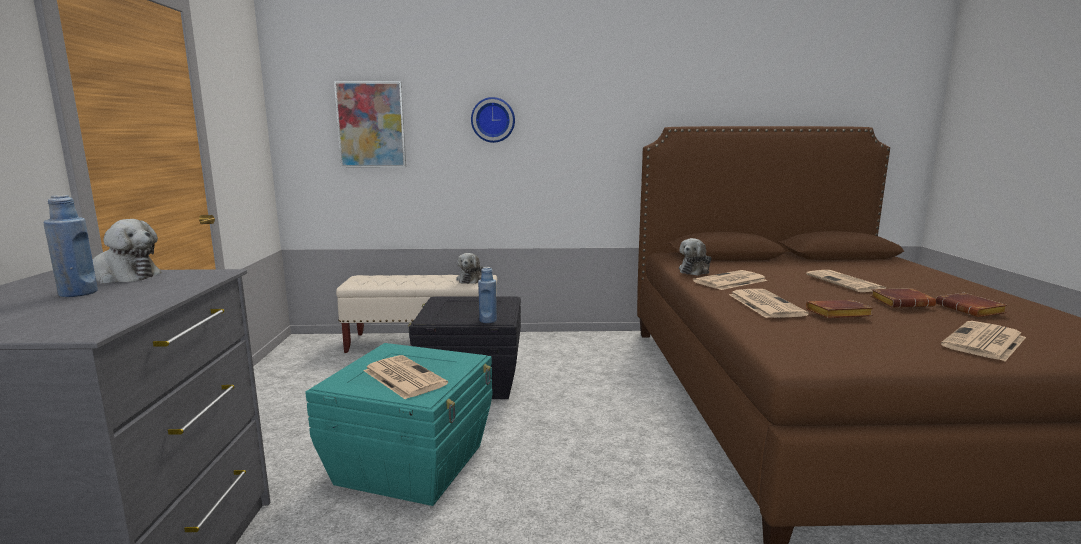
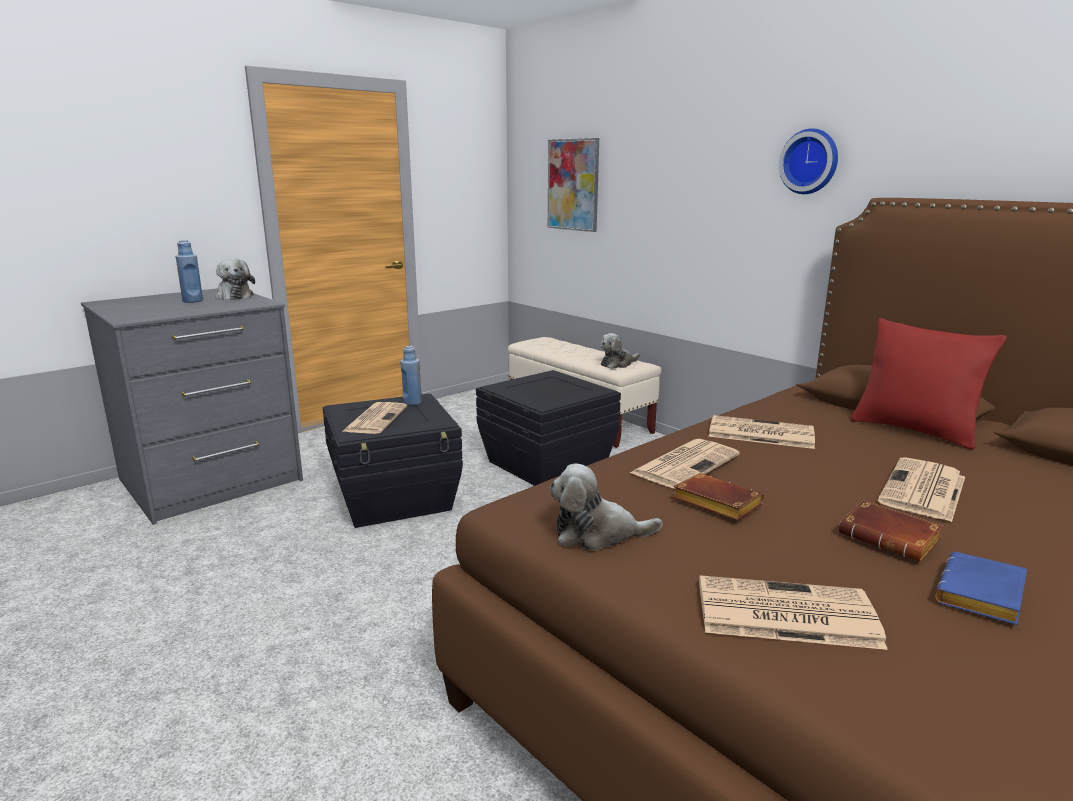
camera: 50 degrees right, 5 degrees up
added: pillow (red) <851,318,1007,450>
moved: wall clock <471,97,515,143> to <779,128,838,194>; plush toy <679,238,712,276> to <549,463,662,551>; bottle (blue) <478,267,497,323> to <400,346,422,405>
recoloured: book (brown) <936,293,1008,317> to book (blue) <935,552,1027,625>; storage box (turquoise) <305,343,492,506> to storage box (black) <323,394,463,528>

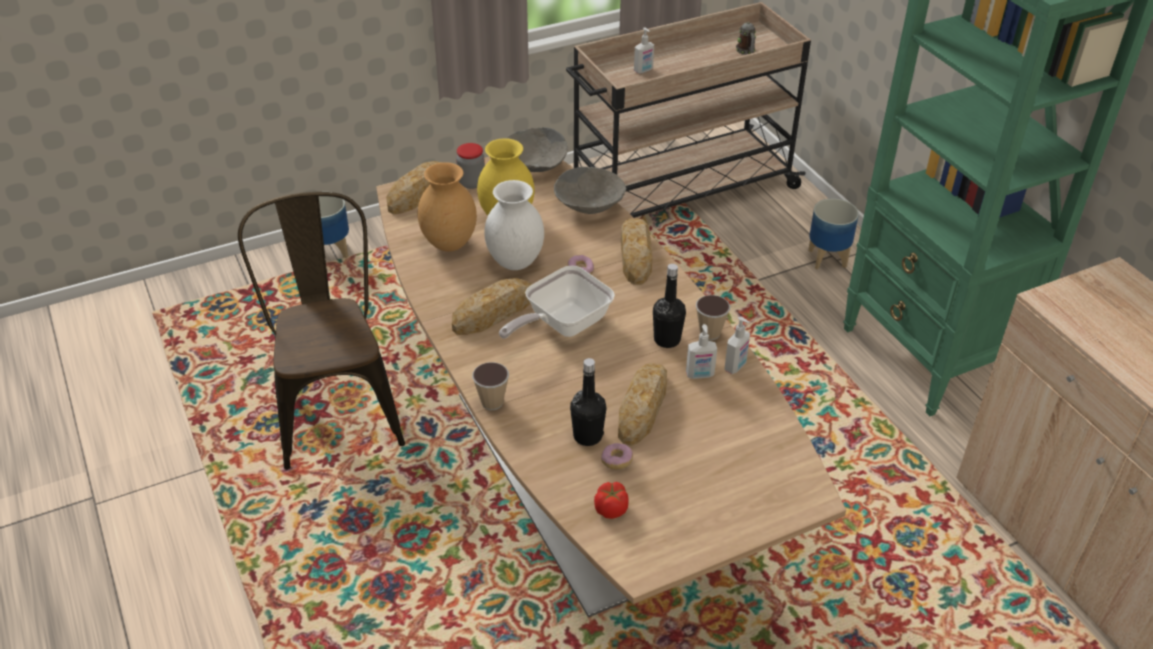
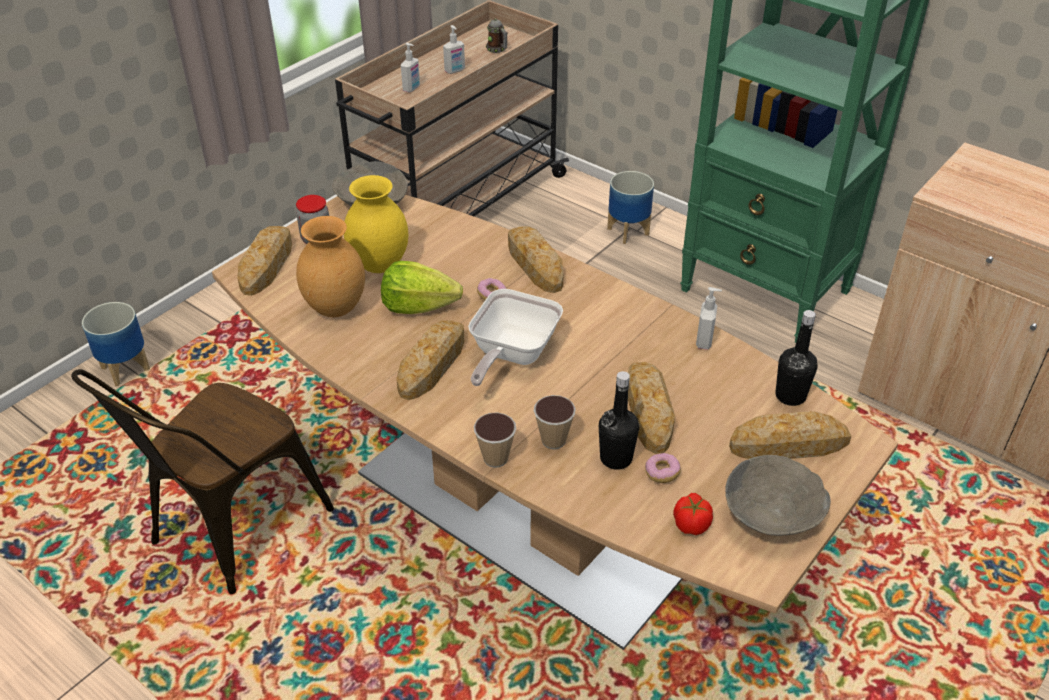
camera: 25 degrees left, 0 degrees up
added: bread <729,411,852,459>
moved: bowl (grey) <554,167,626,214> to <725,455,831,536>; bottle (black) <653,264,686,348> to <776,310,817,406>; cup <696,295,730,340> to <534,395,576,449>; soap dispenser <686,324,717,379> to <443,25,465,74>
replaced: vase (white) <484,180,544,270> to lettuce <381,261,463,314>
turned: chair (brown) <238,192,405,470> = <71,369,334,594> 105 degrees counterclockwise

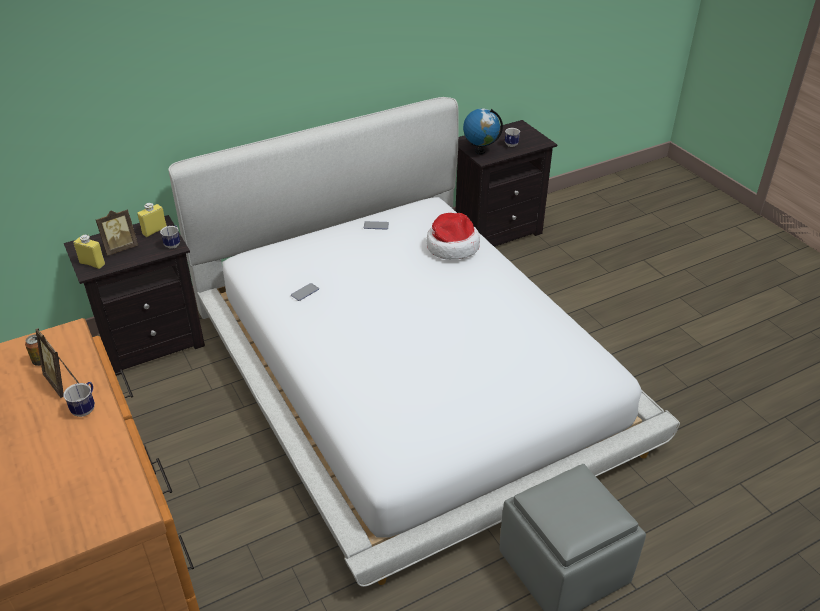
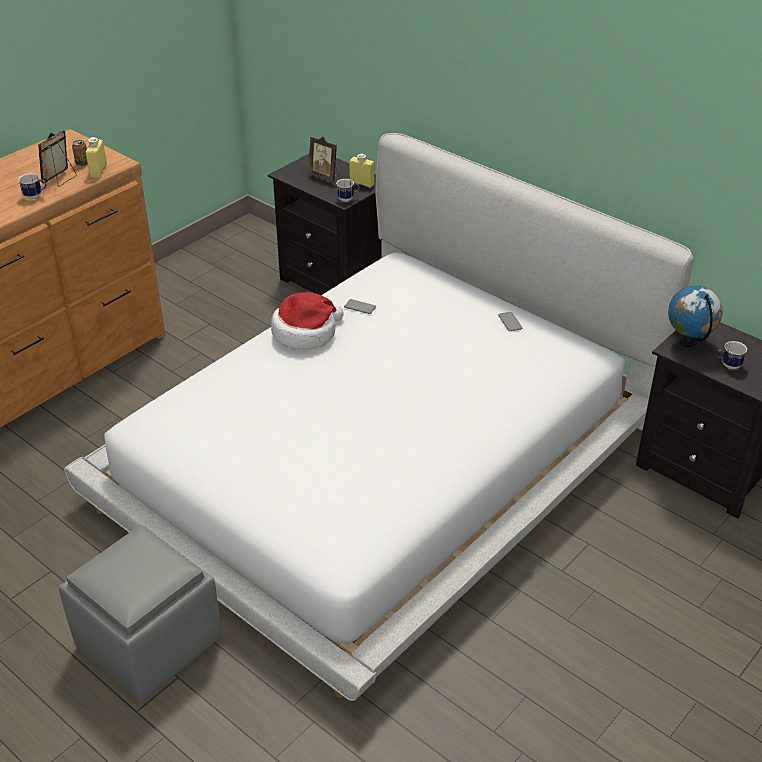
camera: 70 degrees right, 0 degrees up
moved: hat <426,213,480,260> to <271,292,344,350>; bottle (yellow) <73,235,105,269> to <85,137,107,178>

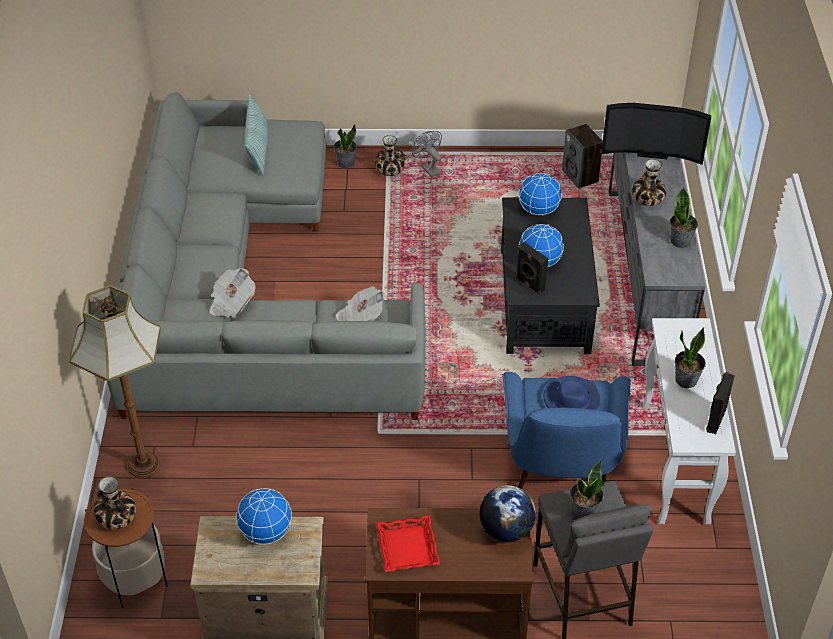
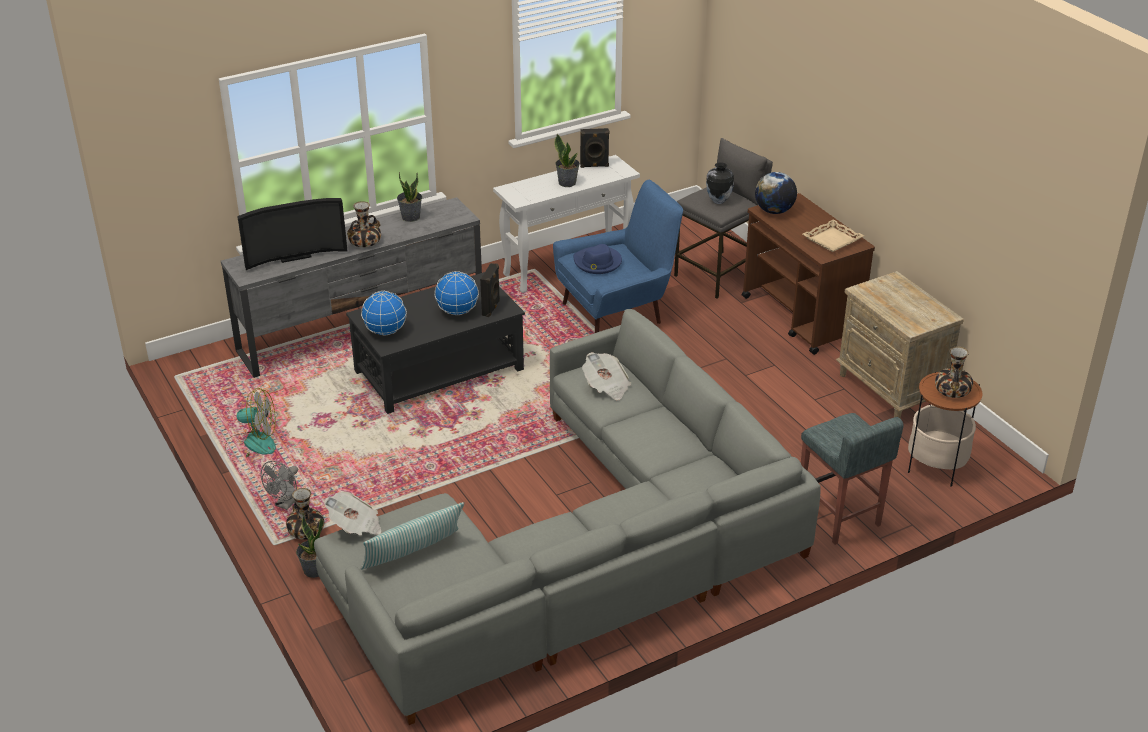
camera: 120 degrees left, 10 degrees down
removed: speaker <562,124,603,189>; globe <236,488,292,545>
added: fan <225,388,276,457>
moved: newspaper <209,268,255,318> to <324,492,381,535>
replaced: floor lamp <69,286,161,478> to stool (grey) <801,413,903,545>; potted plant <570,460,605,519> to vase <706,162,734,204>
recoloured: tray (red) <376,515,440,572> to tray (beige) <803,219,864,252>
turned: television <601,103,711,165> = <237,198,348,270> 90 degrees clockwise

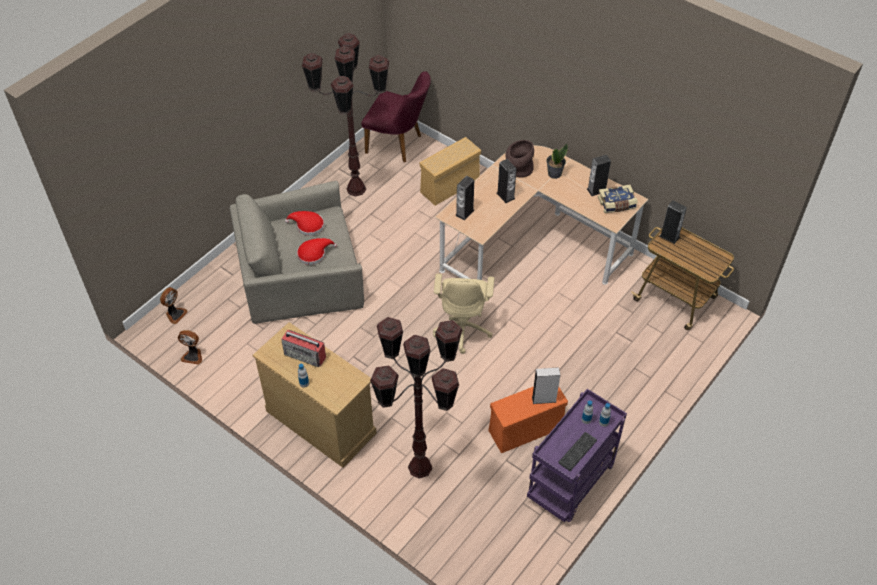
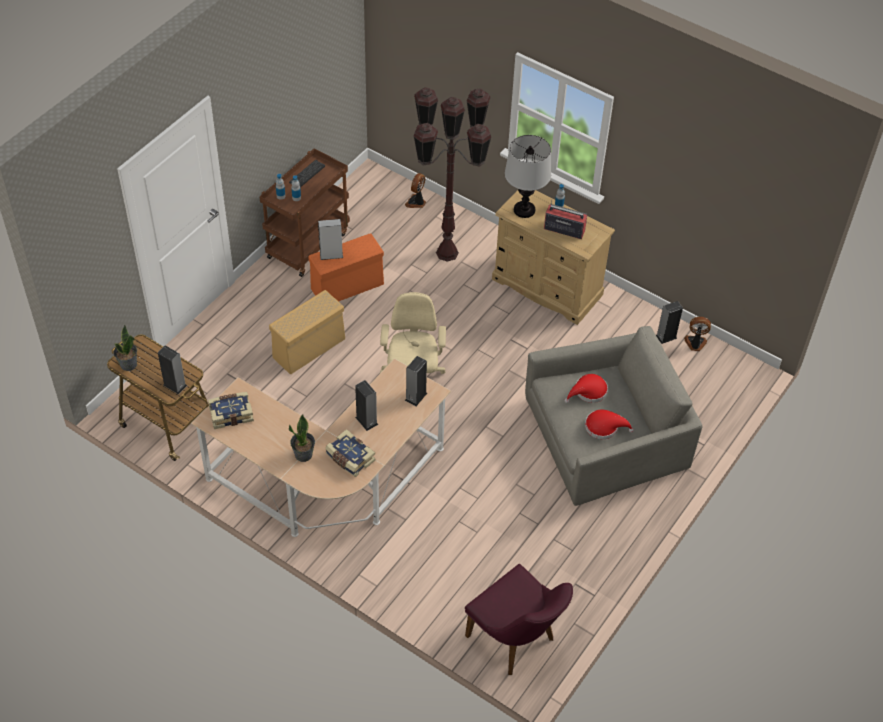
camera: 175 degrees right, 0 degrees up
removed: floor lamp (brown) <302,33,389,197>
added: table lamp <505,135,551,218>; potted plant <113,324,137,371>
moved: storage box (beige) <420,137,481,206> to <269,290,345,374>; speaker <587,155,611,196> to <656,301,683,344>; fan <160,287,188,324> to <405,173,426,208>
replaced: vase (brown) <506,140,534,178> to book <325,429,375,477>
recoloured: cart (purple) <527,389,627,522> to cart (brown) <260,148,350,277>
turned: chair (purple) <361,71,431,162> = <465,564,573,675> 150 degrees counterclockwise

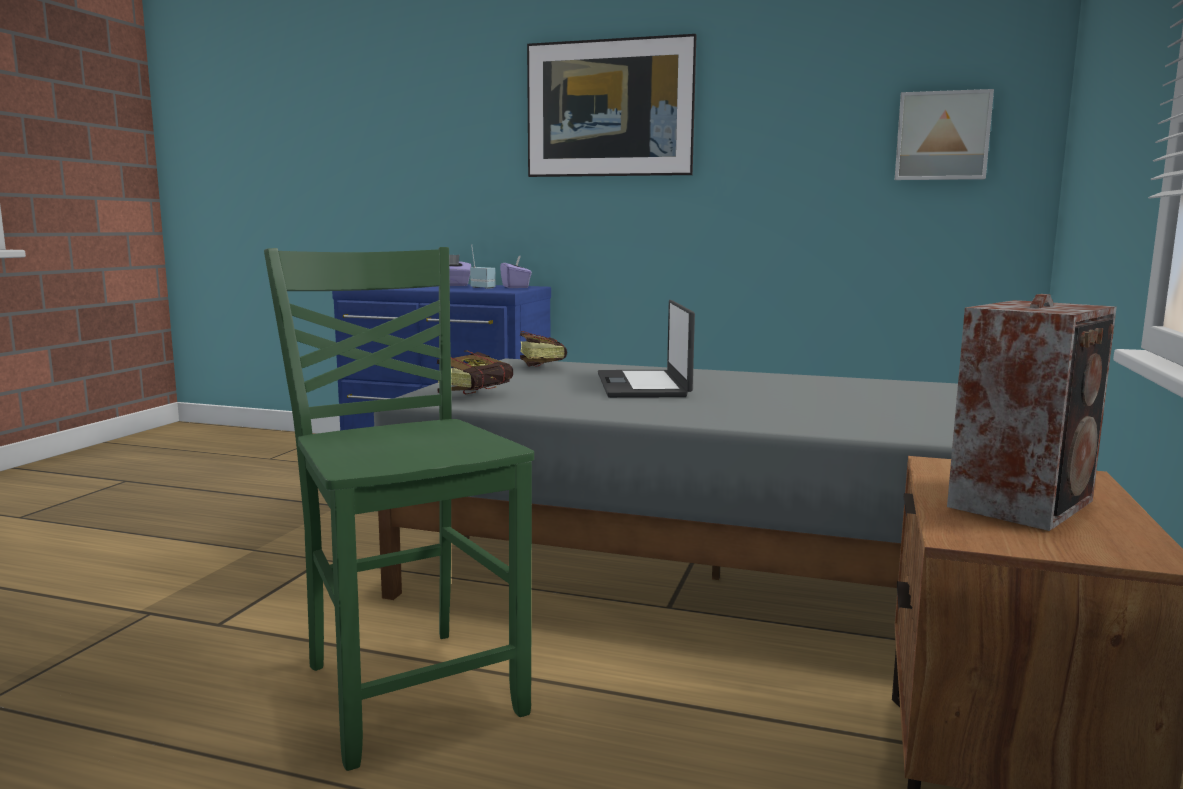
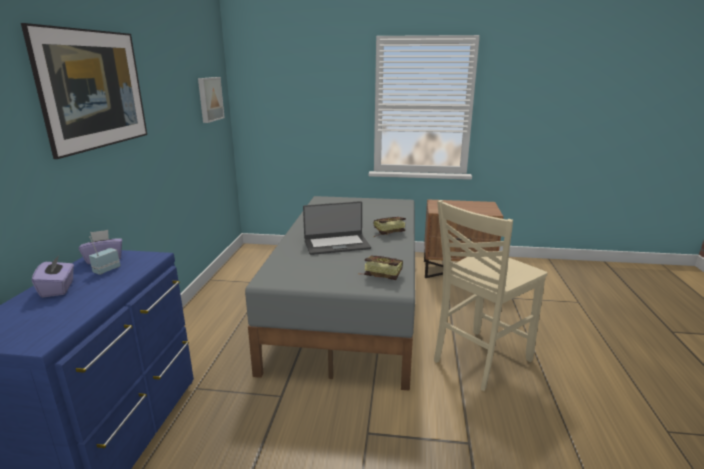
camera: 100 degrees left, 10 degrees up
removed: speaker <947,294,1117,531>
moved: book <520,331,567,367> to <373,217,406,237>
recoloured: chair (green) <264,247,534,771> to chair (beige) <434,200,547,391>

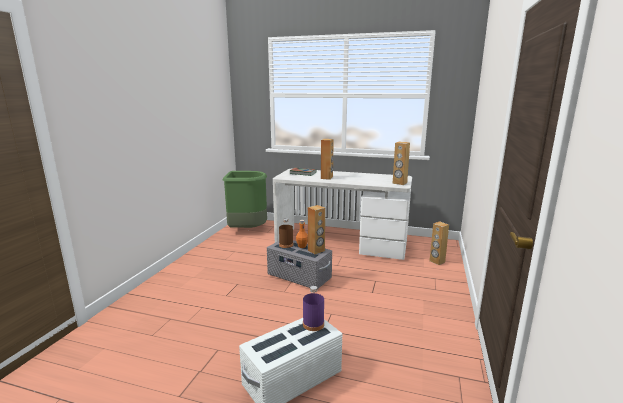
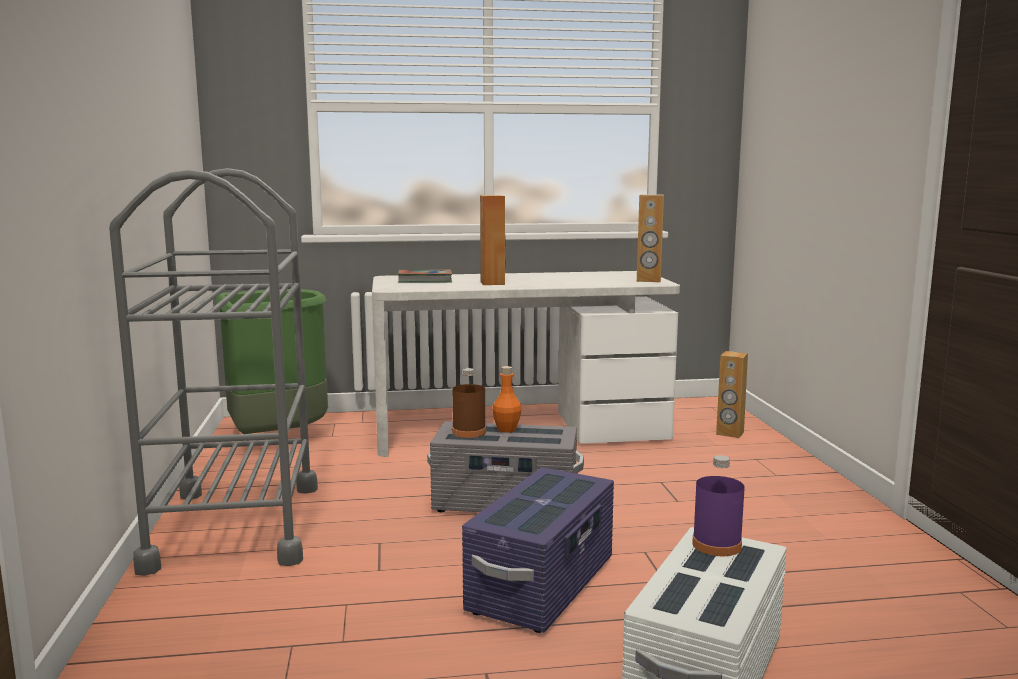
camera: 25 degrees left, 5 degrees down
removed: speaker (brown) <308,205,325,254>
added: cart (grey) <109,168,318,576>; storage box (purple) <462,467,614,633>

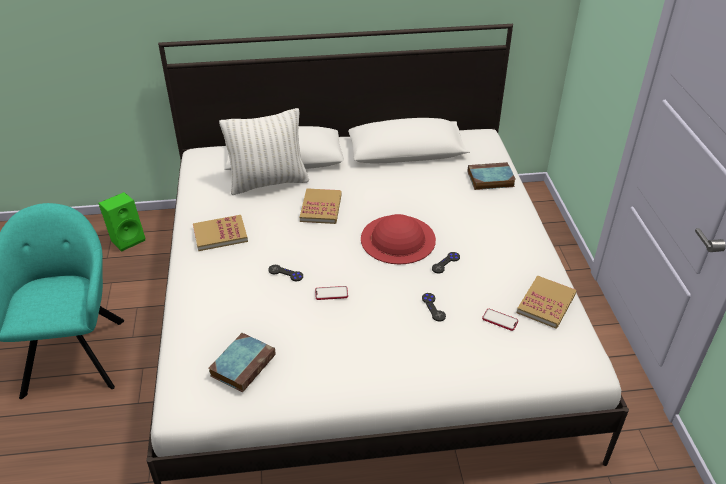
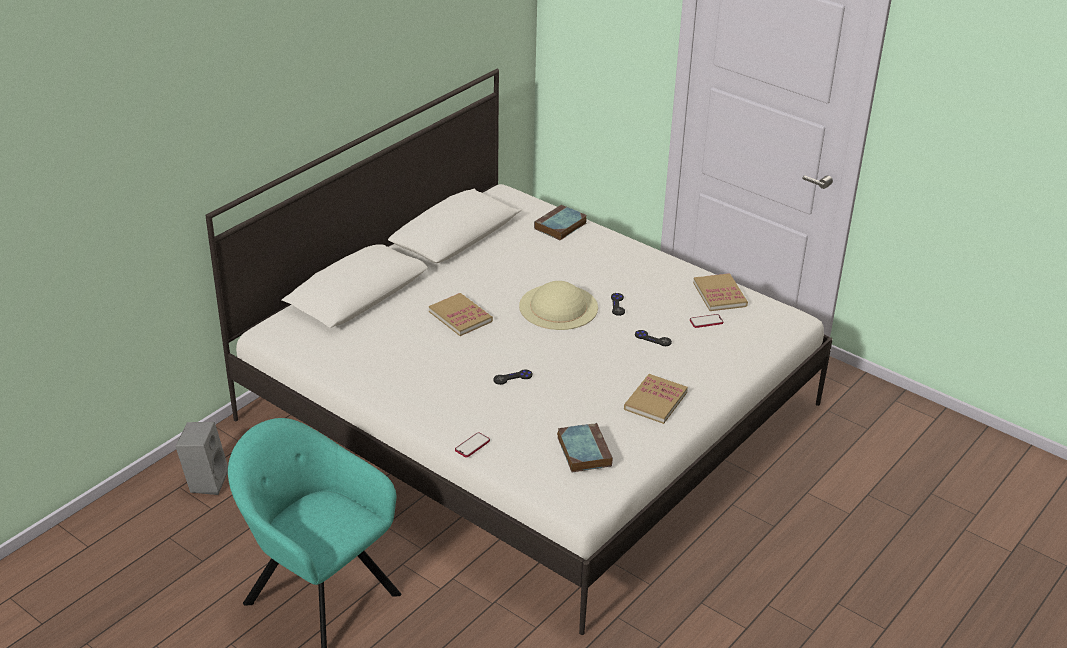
camera: 45 degrees left, 5 degrees down
removed: pillow (white) <219,108,309,195>
moved: book <193,215,248,251> to <624,374,688,424>; phone <315,286,348,300> to <455,432,490,458>
recoloured: speaker (green) <98,192,145,252> to speaker (grey) <175,422,228,495>; hat (red) <361,214,436,265> to hat (beige) <519,281,598,330>

